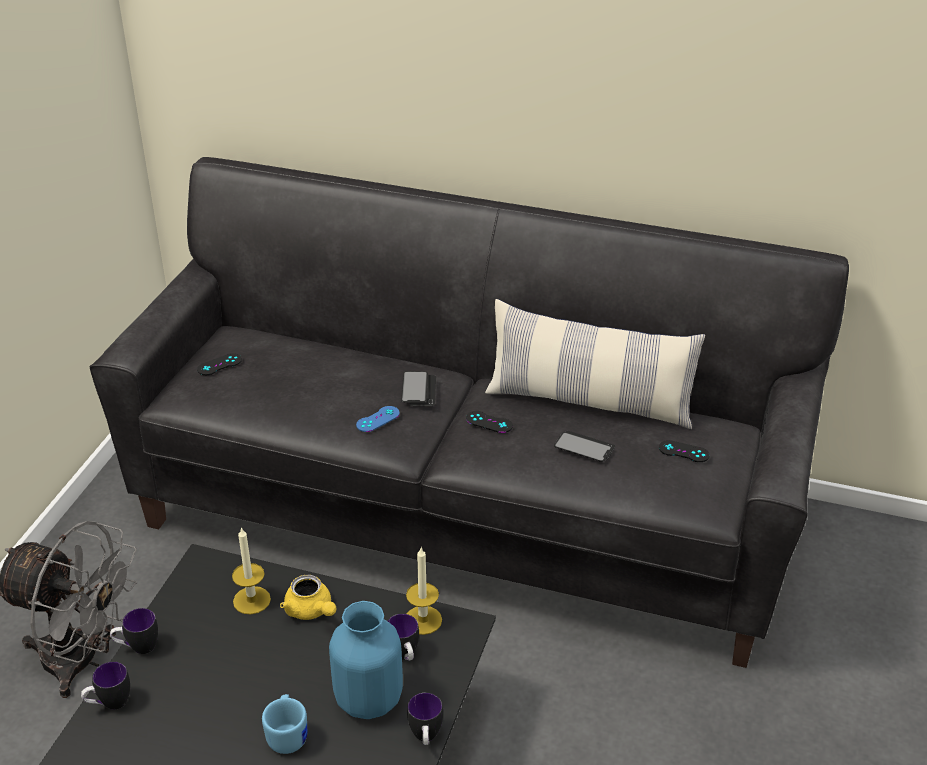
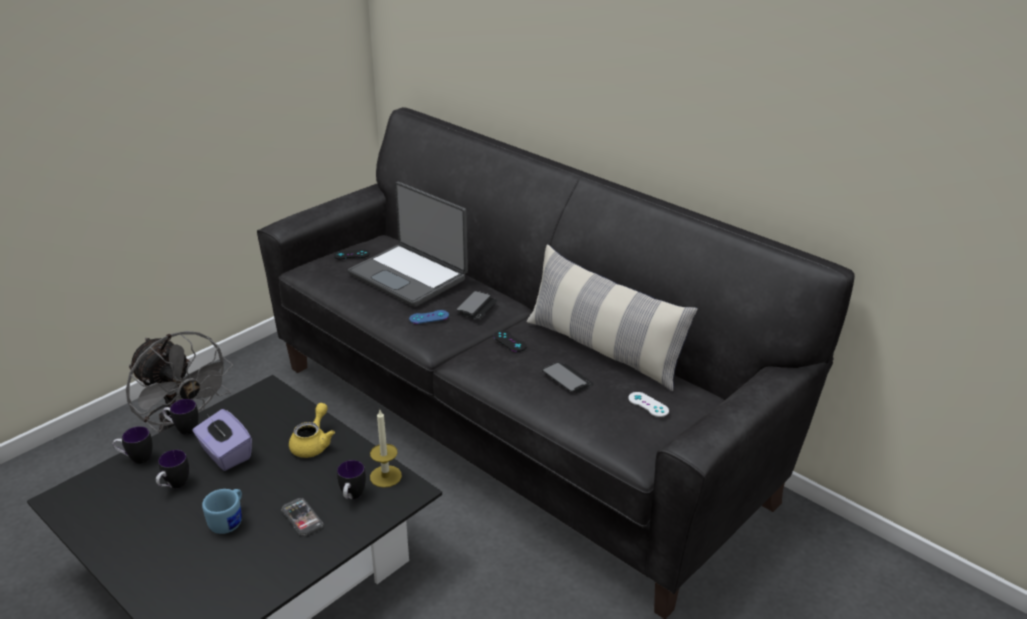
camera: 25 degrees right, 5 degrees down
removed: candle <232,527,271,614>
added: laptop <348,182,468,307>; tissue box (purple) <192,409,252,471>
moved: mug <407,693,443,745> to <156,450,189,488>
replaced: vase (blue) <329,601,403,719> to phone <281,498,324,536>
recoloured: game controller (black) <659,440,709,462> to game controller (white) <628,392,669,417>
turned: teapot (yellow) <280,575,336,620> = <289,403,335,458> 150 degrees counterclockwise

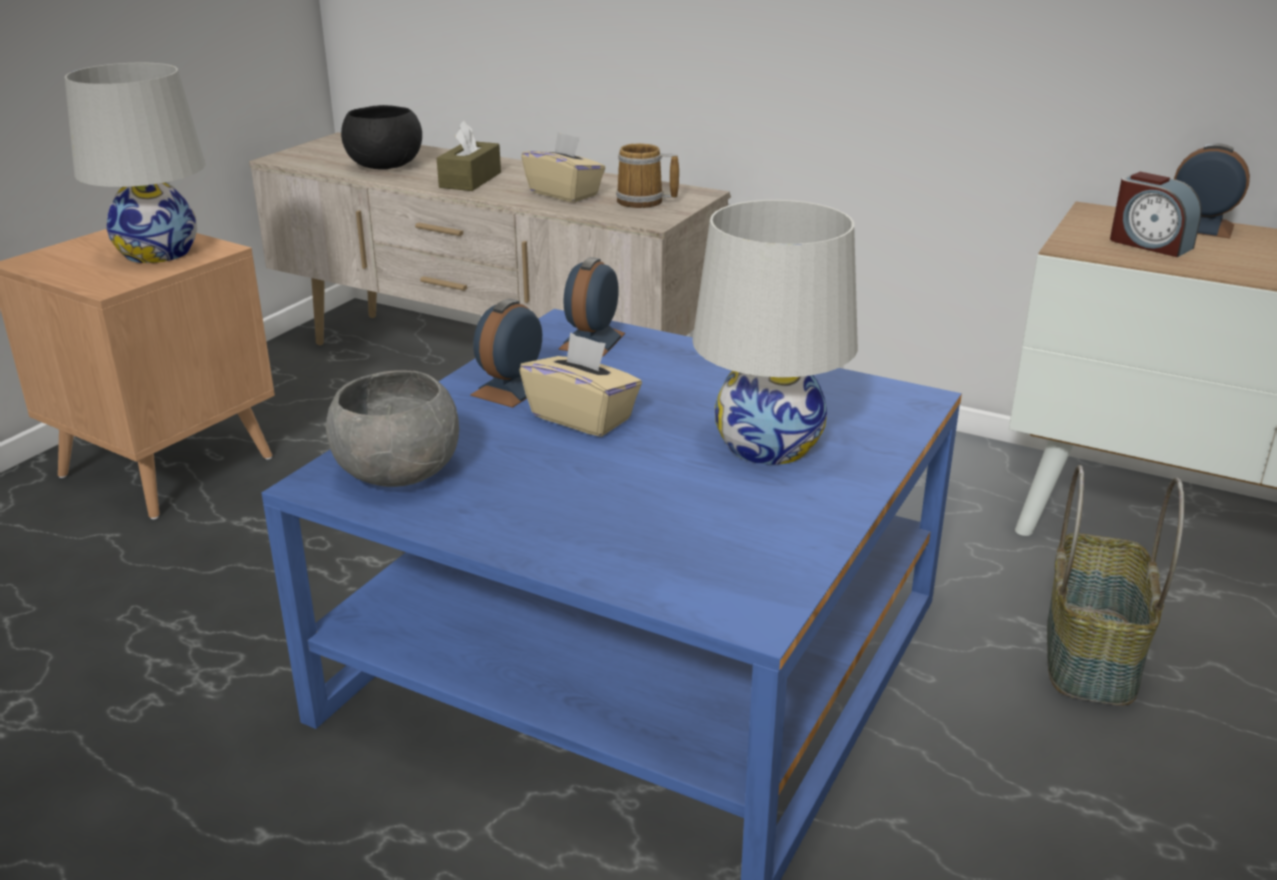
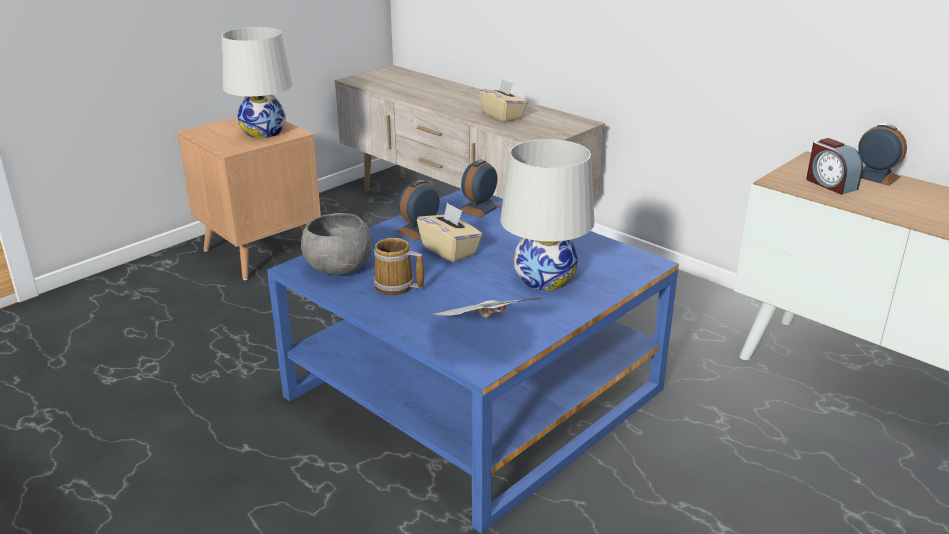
camera: 15 degrees right, 0 degrees up
removed: bowl (black) <341,105,422,170>; tissue box (brown) <437,120,501,191>; basket <1047,465,1184,706>
added: newspaper <433,298,541,318>
moved: mug <616,143,679,208> to <374,238,424,295>

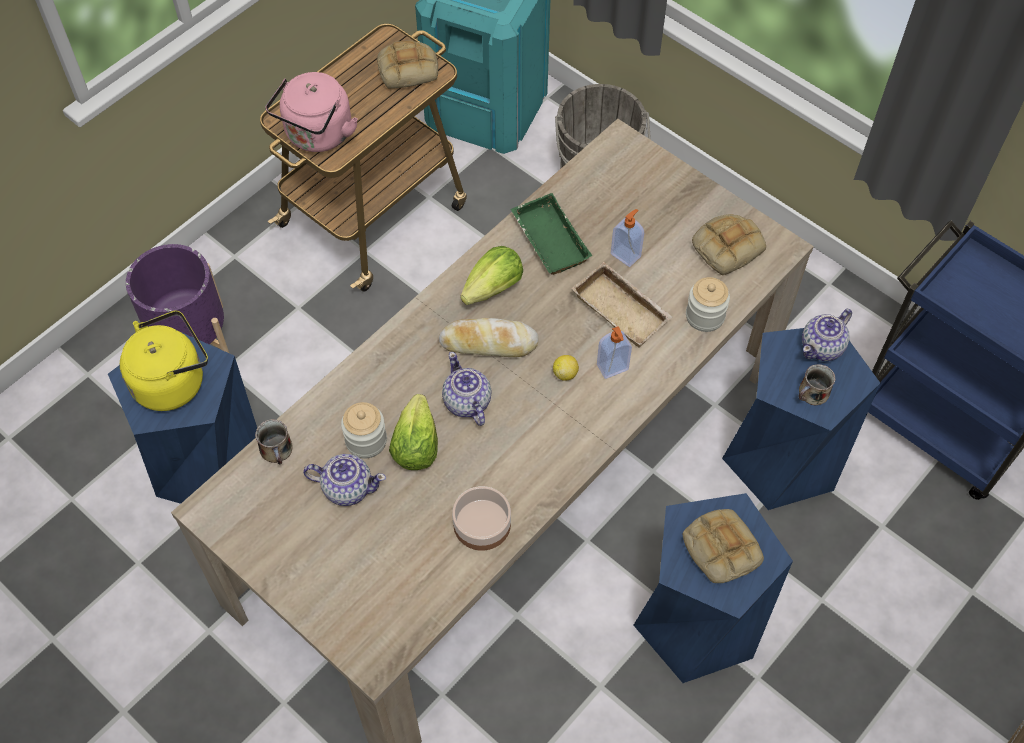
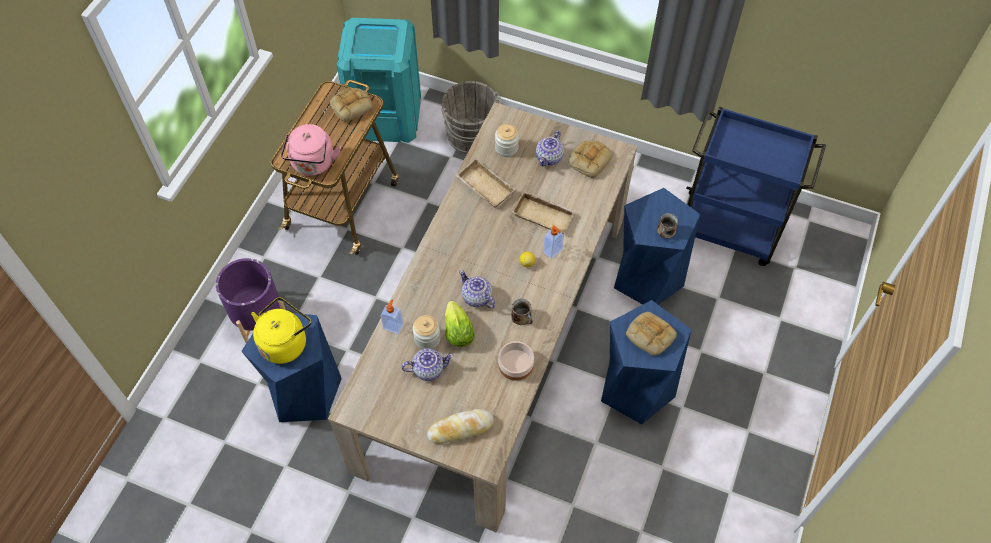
camera: 20 degrees left, 0 degrees up
removed: lettuce <460,246,523,305>
moved: soap dispenser <611,209,644,267> to <381,300,404,334>; jar <686,277,730,332> to <495,124,519,157>; teapot <802,309,852,361> to <536,131,564,166>; bread <439,318,539,357> to <427,409,494,444>; mug <255,419,293,464> to <511,299,533,325>
recoloured: tray (green) <511,193,592,275> to tray (beige) <455,159,515,207>

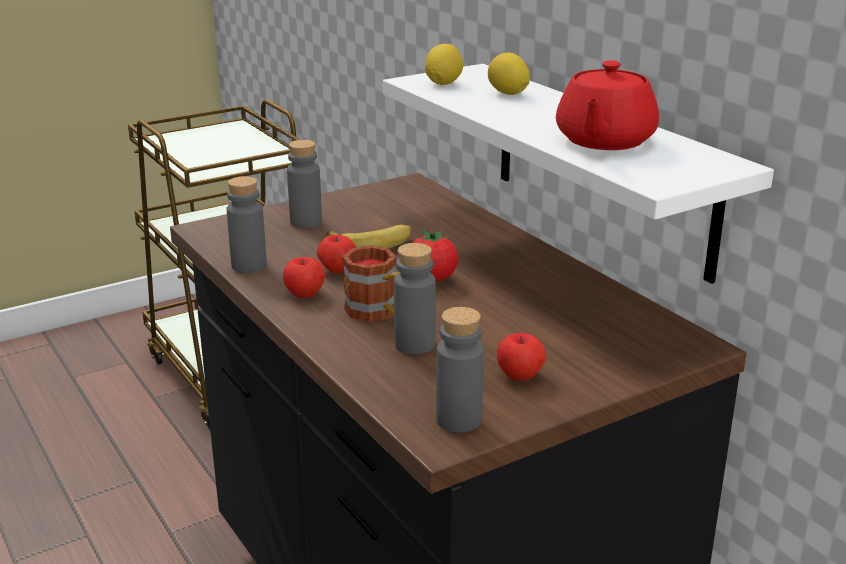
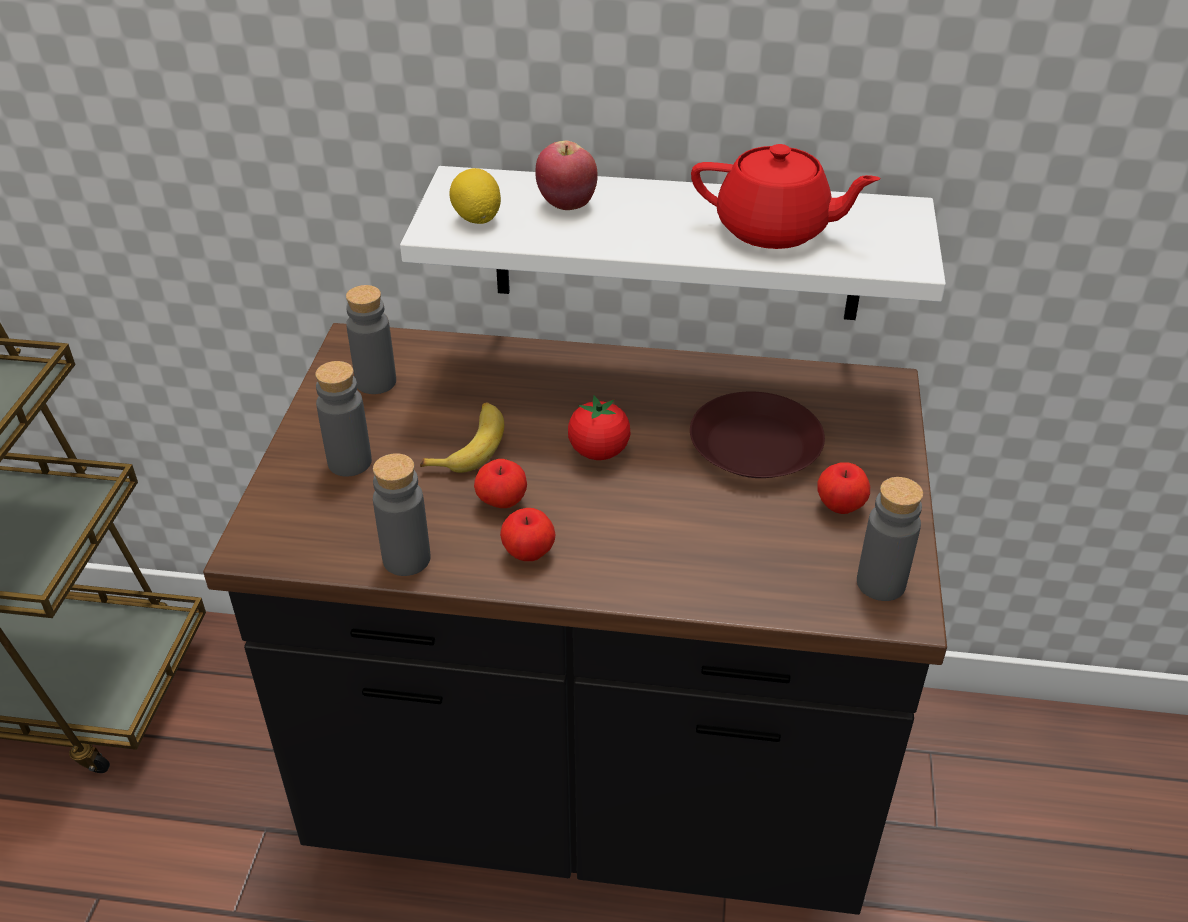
camera: 50 degrees left, 15 degrees up
removed: mug <343,246,399,322>
added: plate (brown) <690,391,825,478>
moved: bottle (grey) <394,243,436,355> to <346,285,396,394>
replaced: lemon <488,53,530,95> to apple <535,141,598,210>
turned: teapot (red) <556,60,659,150> = <691,144,881,249> 45 degrees counterclockwise

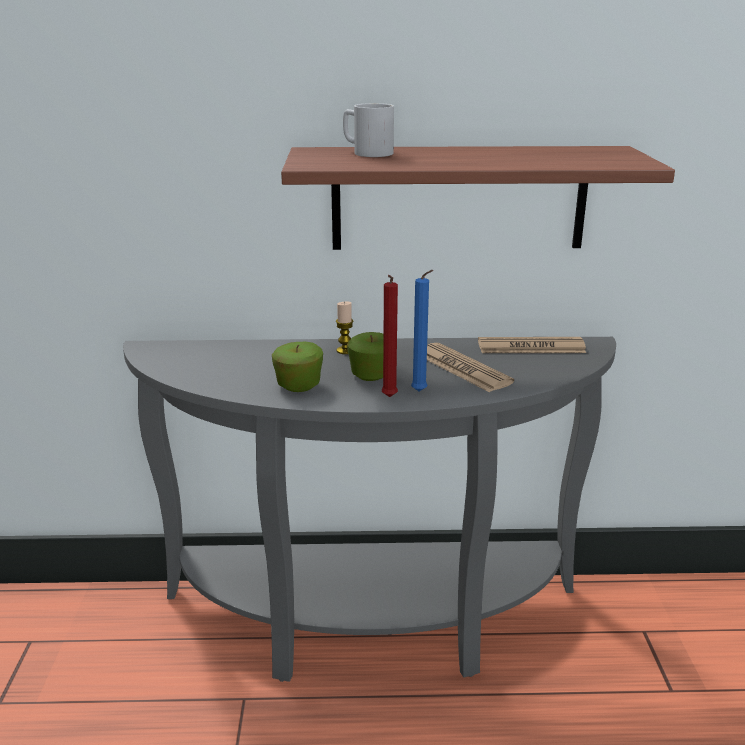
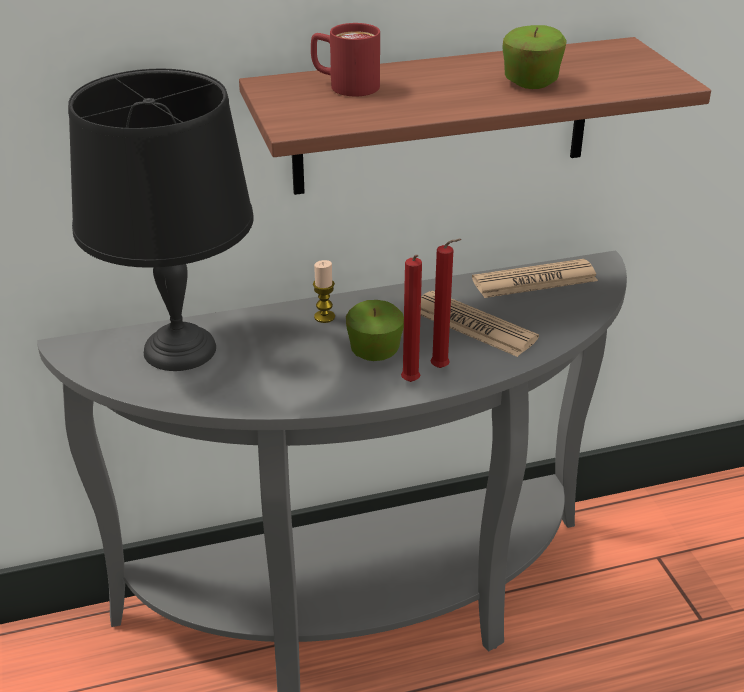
camera: 15 degrees left, 10 degrees up
added: table lamp (black) <68,69,254,371>
moved: apple <272,342,323,392> to <502,25,567,89>
recoloured: mug (white) <343,103,394,157> to mug (red) <311,23,380,96>; candle (blue) <411,270,433,392> to candle (red) <431,239,461,368>

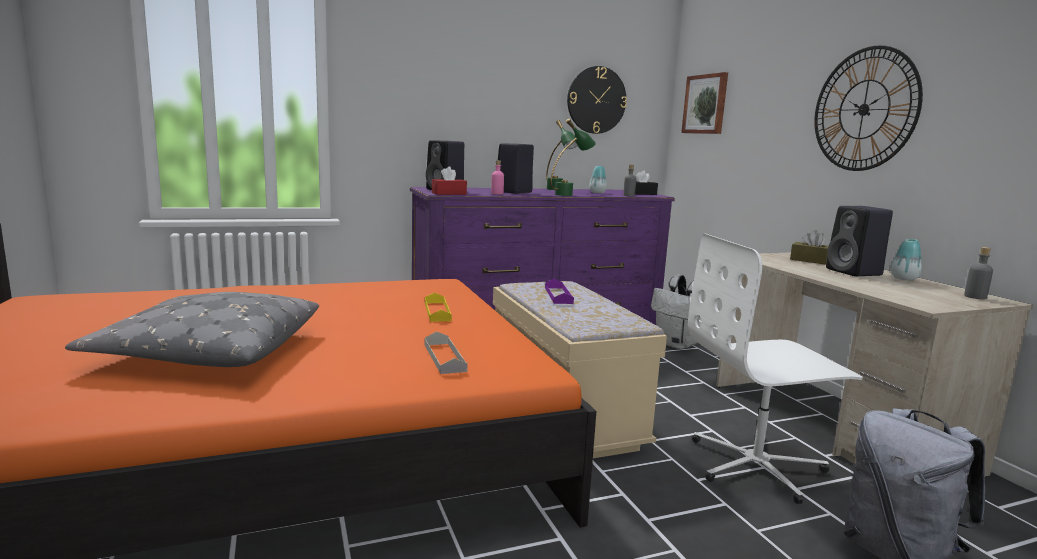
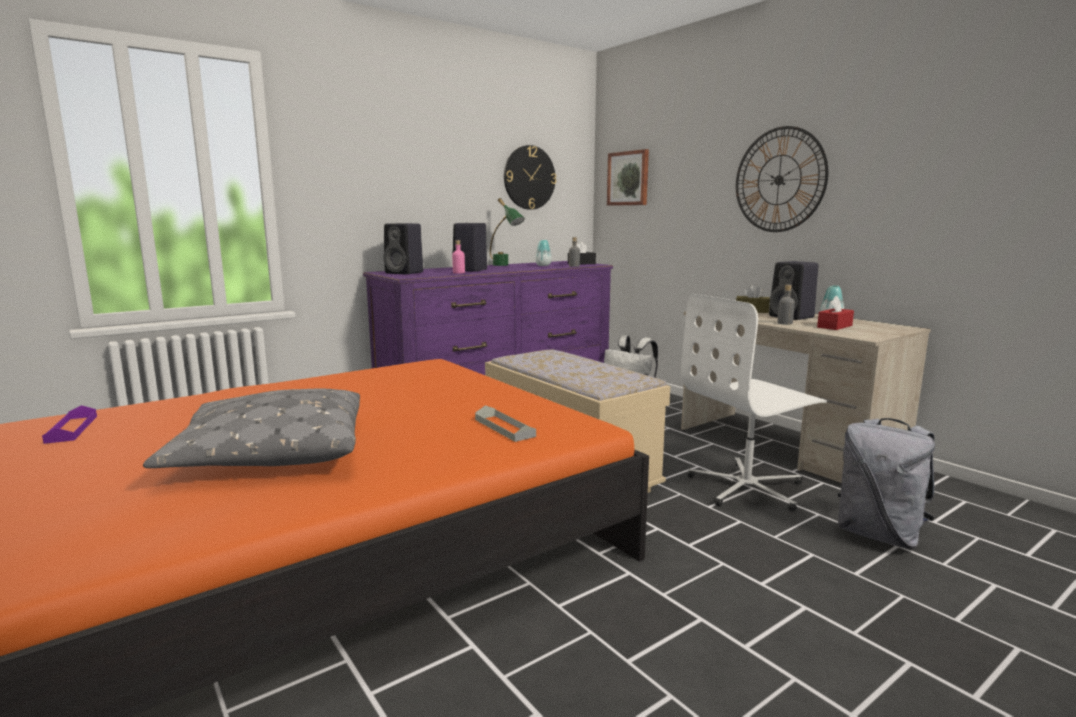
camera: 15 degrees left, 0 degrees up
removed: table lamp (green) <550,119,596,196>; tray (yellow) <425,293,452,322>
moved: tissue box (red) <432,166,467,195> to <817,296,854,330>; bottle (grey) <964,247,993,299> to <777,285,795,325>; tray (purple) <545,278,574,304> to <42,405,97,444>

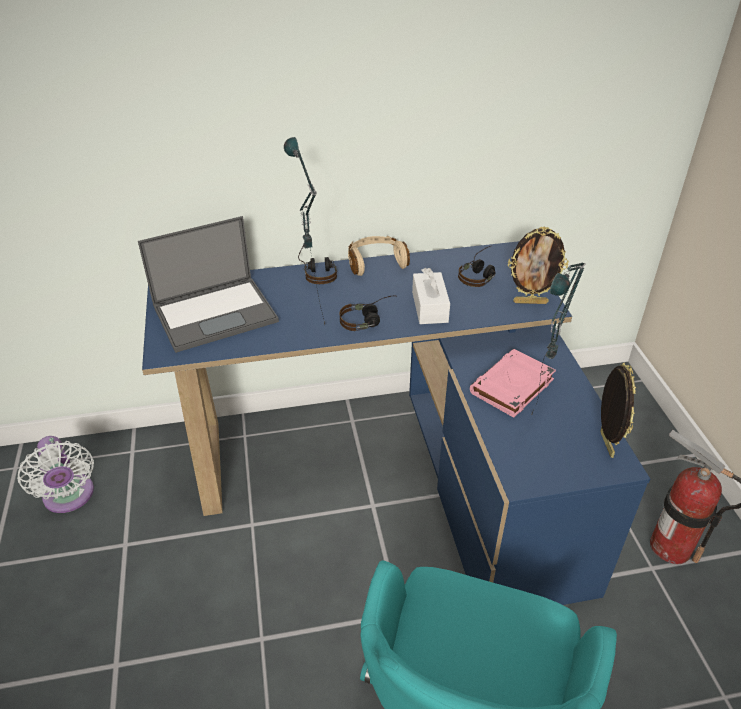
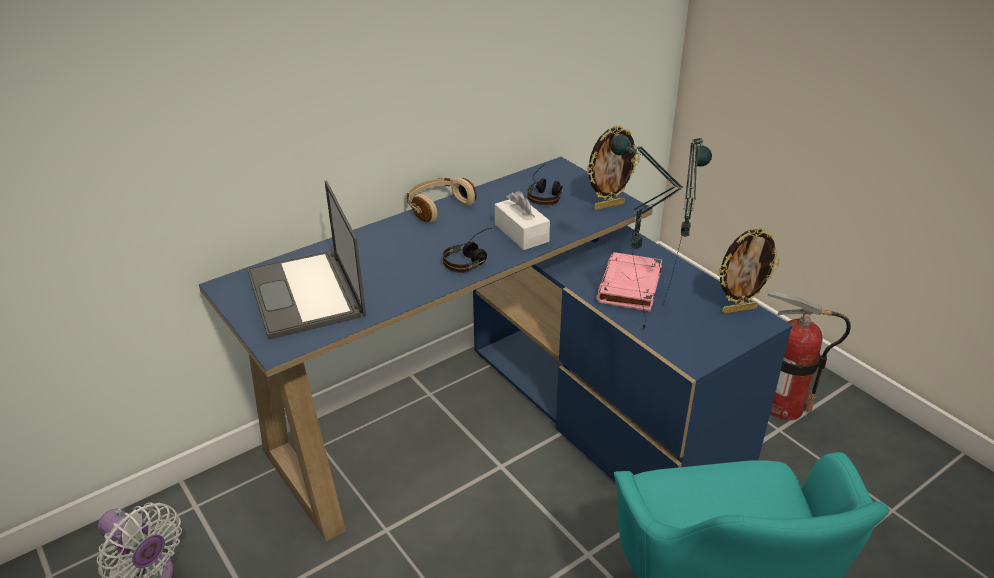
camera: 25 degrees left, 5 degrees down
removed: headphones <298,247,337,284>
moved: table lamp <284,137,325,324> to <610,134,683,328>
turned: laptop <138,216,279,353> = <247,181,366,340> 120 degrees clockwise; picture frame <600,363,636,458> = <718,227,780,314> 105 degrees clockwise

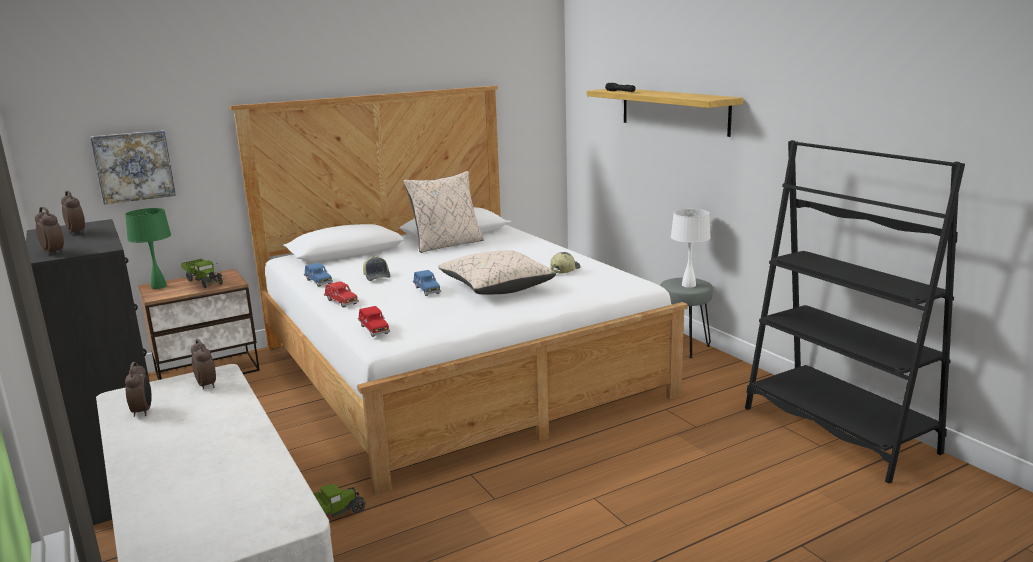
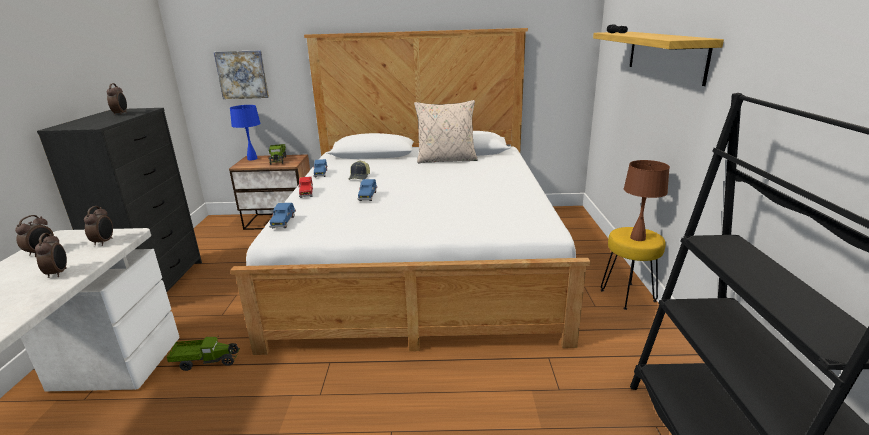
camera: 30 degrees right, 5 degrees up
removed: pillow (beige) <438,250,556,295>; cap <550,252,581,274>
moved: alarm clock <35,207,64,255> to <35,233,67,278>
recoloured: table lamp (green) <125,208,171,289> to table lamp (blue) <230,105,261,160>; table lamp (white) <671,209,711,288> to table lamp (brown) <624,160,670,241>; stool (grey) <660,278,713,358> to stool (yellow) <600,227,666,310>; toy car (red) <358,306,390,337> to toy car (blue) <269,203,296,228>

